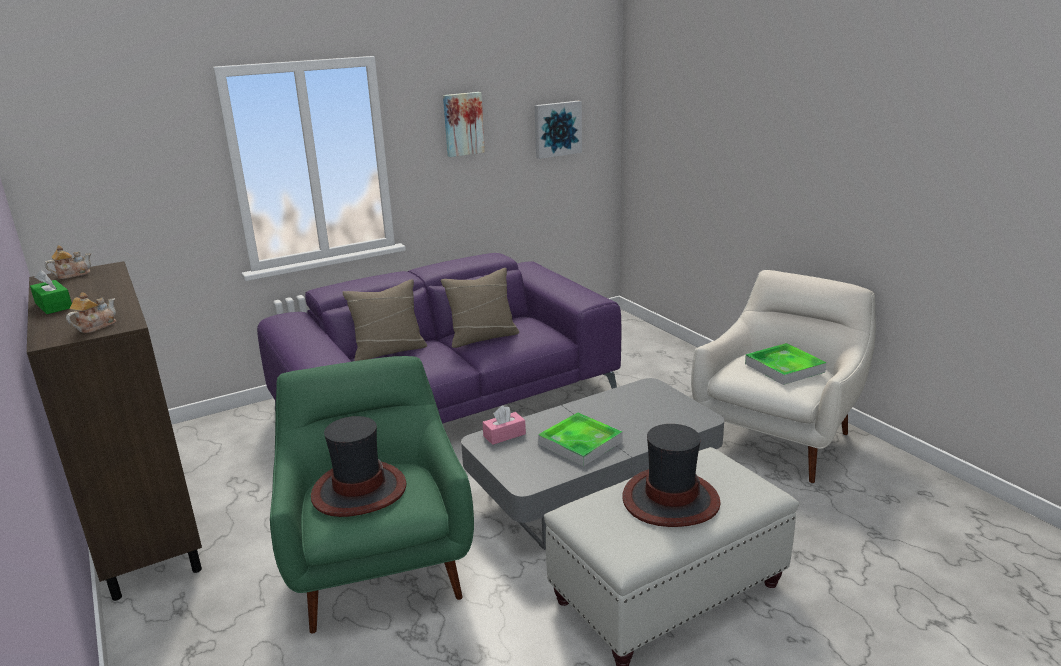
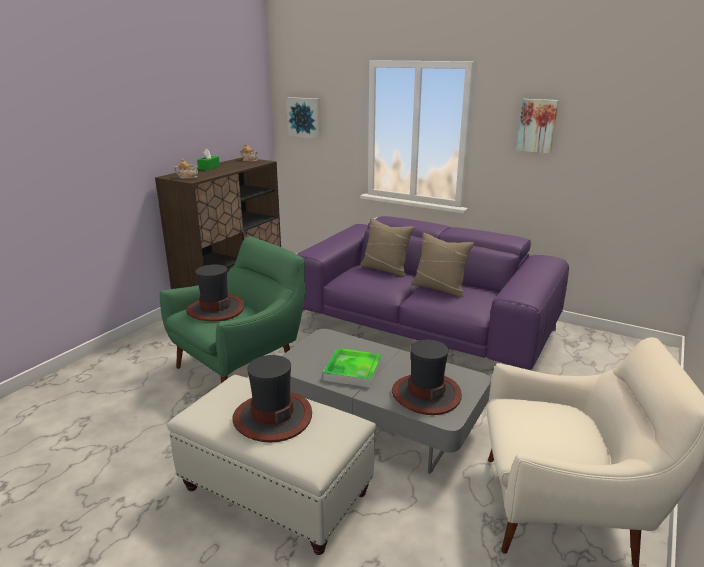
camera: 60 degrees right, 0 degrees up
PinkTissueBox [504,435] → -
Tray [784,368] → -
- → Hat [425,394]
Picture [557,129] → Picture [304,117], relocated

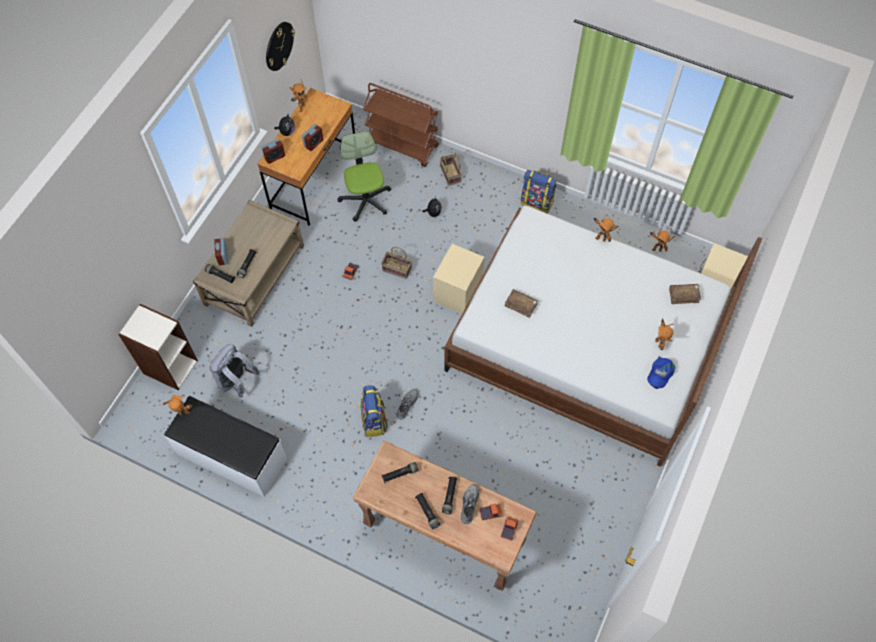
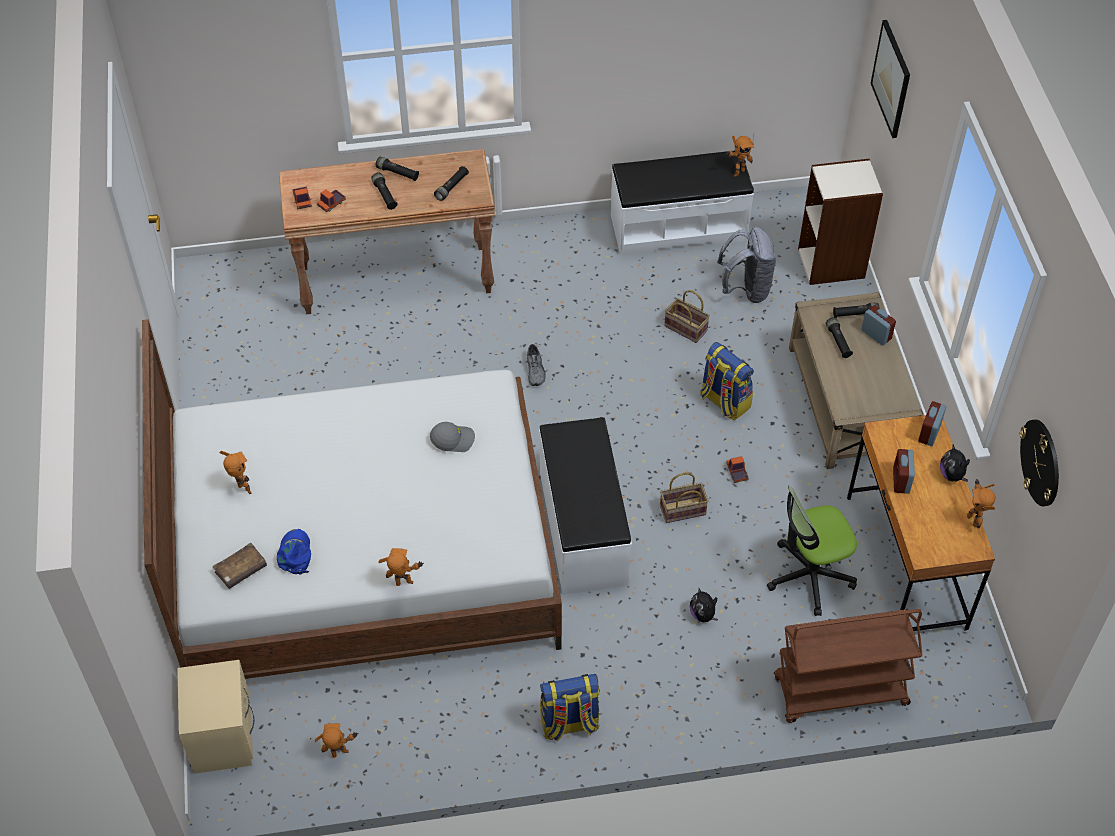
camera: 145 degrees right, 10 degrees down
GreyShoe [468,504] → -
- → Picture [891,78]
Backpack [374,420] → Backpack [724,401], relocated
Basket [449,174] → Basket [687,328], relocated
BlueCap [660,373] → BlueCap [295,554], relocated
BeigeNightstand [457,291] → WhiteBench [581,528]
BrownBook [521,305] → GreyCap [453,439]
OfficeChair [365,200] → OfficeChair [809,576], 120 degrees clockwise

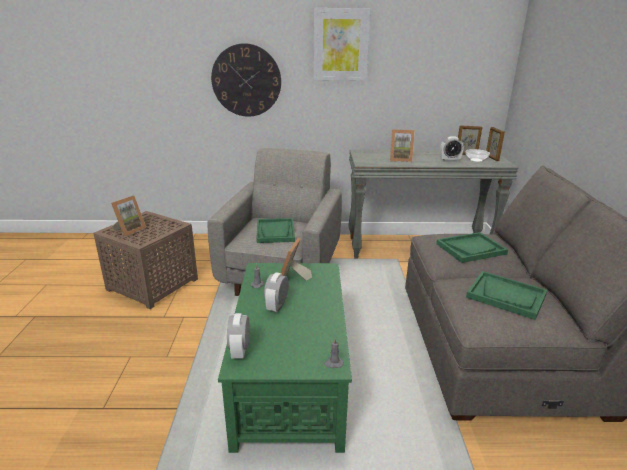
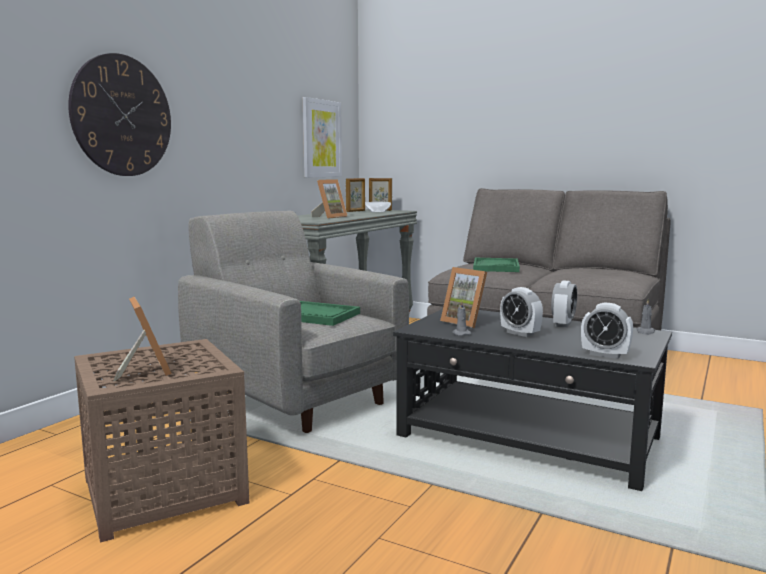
camera: 60 degrees left, 15 degrees down
GreenTray [506,296] → -
Picture [340,45] → Picture [321,139], relocated
AlarmClock [449,160] → AlarmClock [563,324], relocated
GreenCoffeeTable [290,379] → BlackCoffeeTable [529,437]

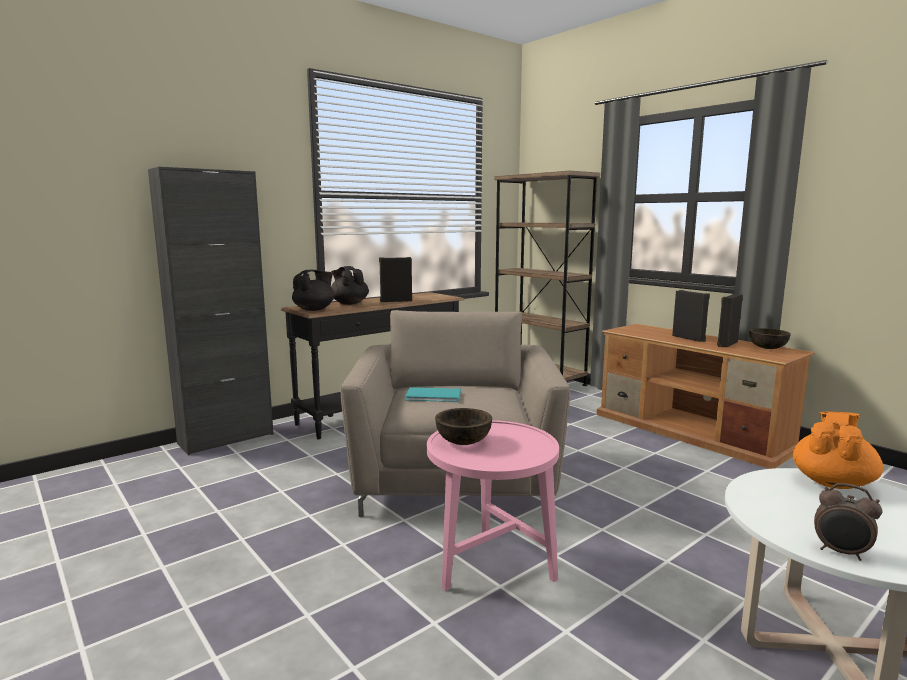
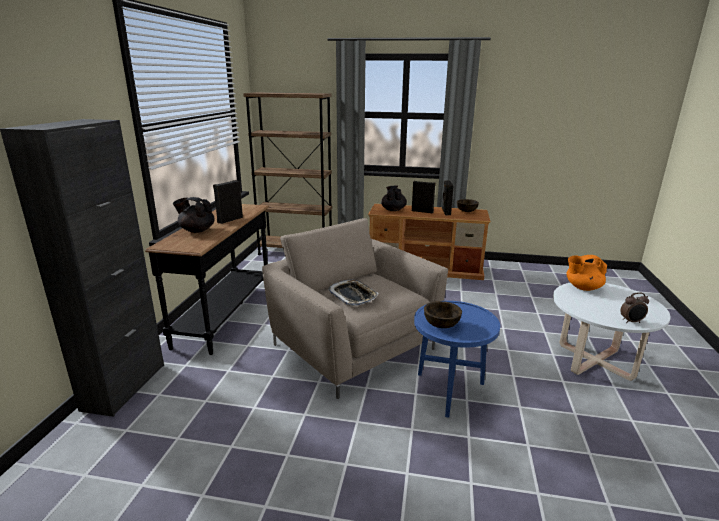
camera: 40 degrees left, 10 degrees up
BlackTeapot [314,309] → BlackTeapot [393,210], relocated
TurquoiseBook [434,396] → Tray [353,296]
PinkSideTable [490,567] → BlueSideTable [449,392]
OrangeTeapot [832,482] → OrangeTeapot [582,287], 90 degrees counterclockwise

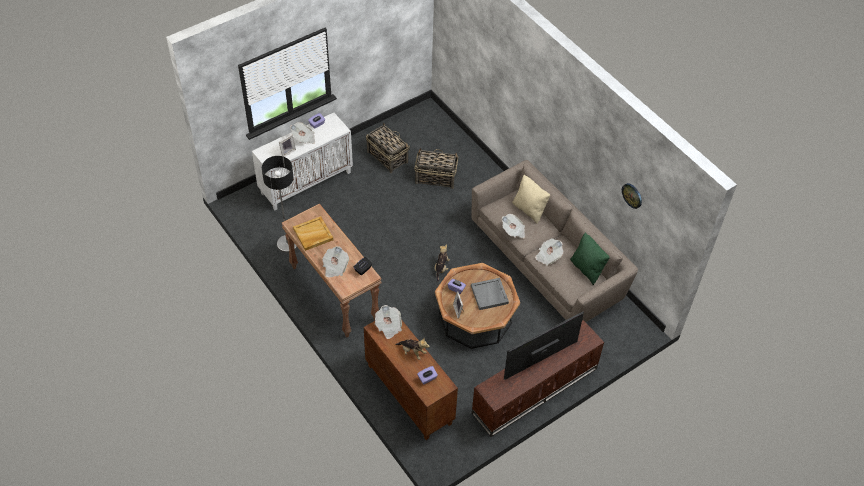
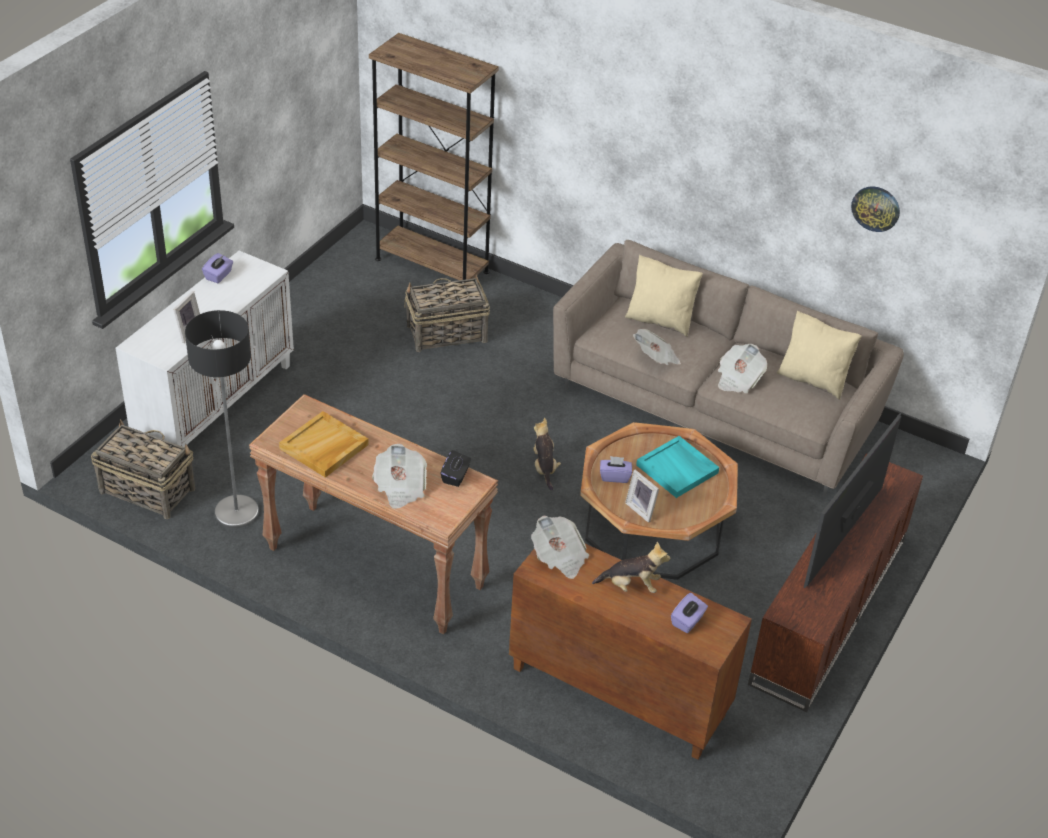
camera: 25 degrees left, 10 degrees down
Newspaper [304,138] → -
- → BrownBookcase [432,265]
Basket [387,156] → Basket [146,490], relocated
GreyTray [489,295] → TurquoiseTray [678,469]
GreenPillow [587,269] → BeigePillow [813,379]

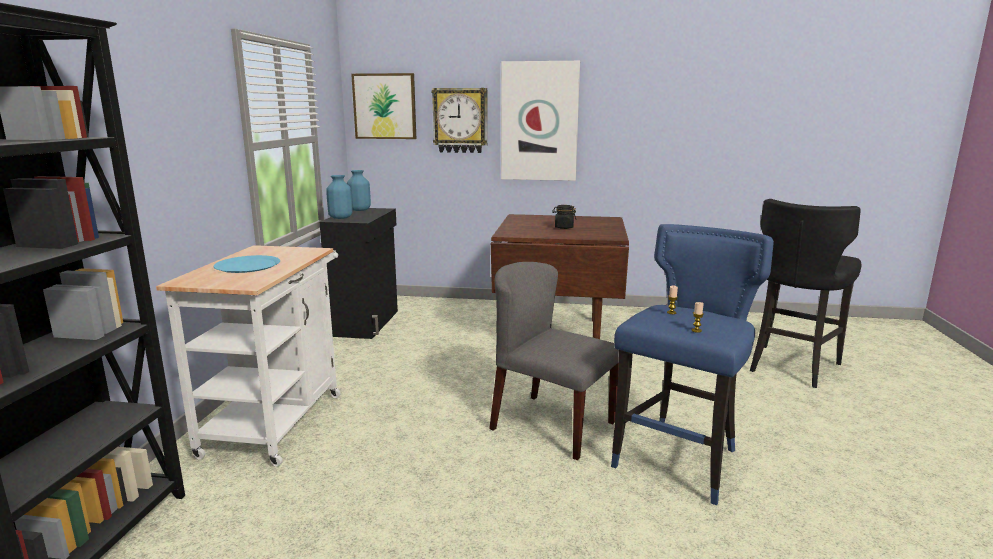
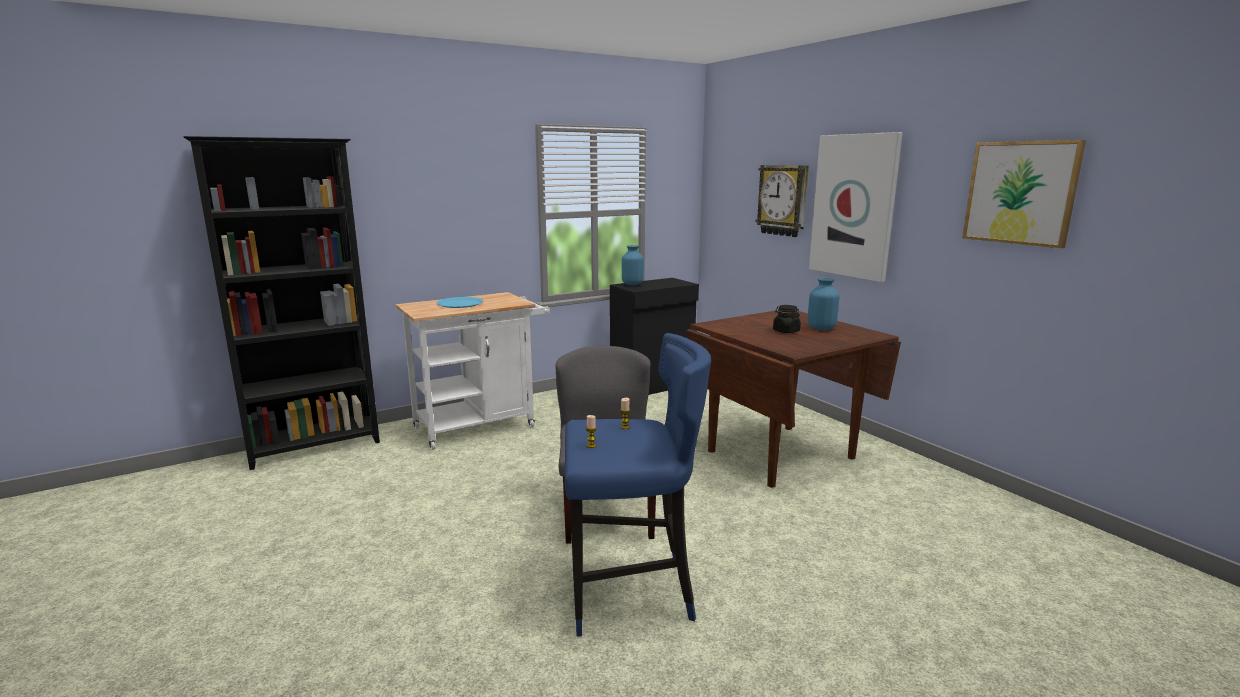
camera: 50 degrees right, 0 degrees up
BlackStool [791,366] → -
BlueVase [359,210] → BlueVase [821,328], relocated
Picture [384,106] → Picture [1020,193], relocated

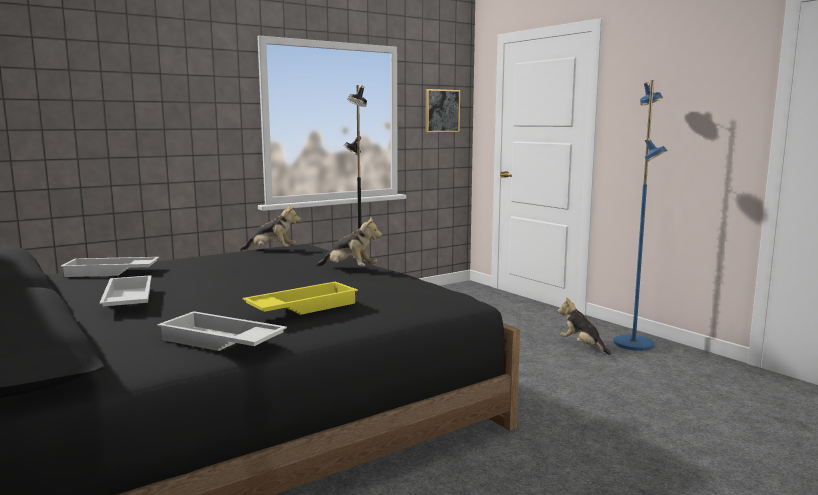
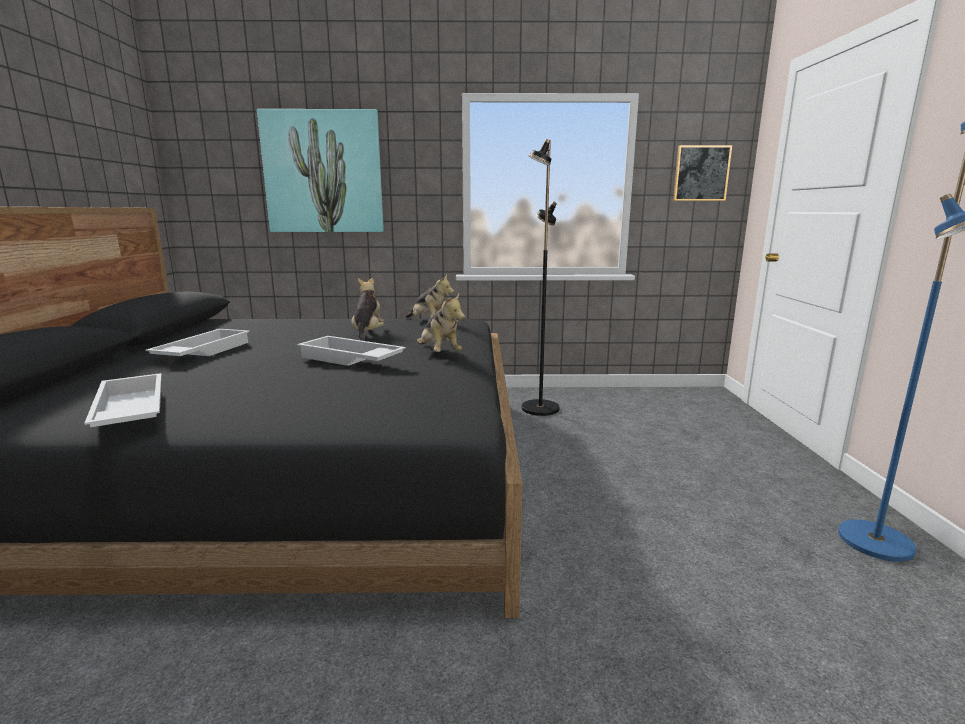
camera: 35 degrees right, 5 degrees up
YellowTray [302,307] → -
- → Picture [323,172]
WhiteTray [111,272] → WhiteTray [349,359], relocated
PlushToy [582,346] → PlushToy [368,333], relocated

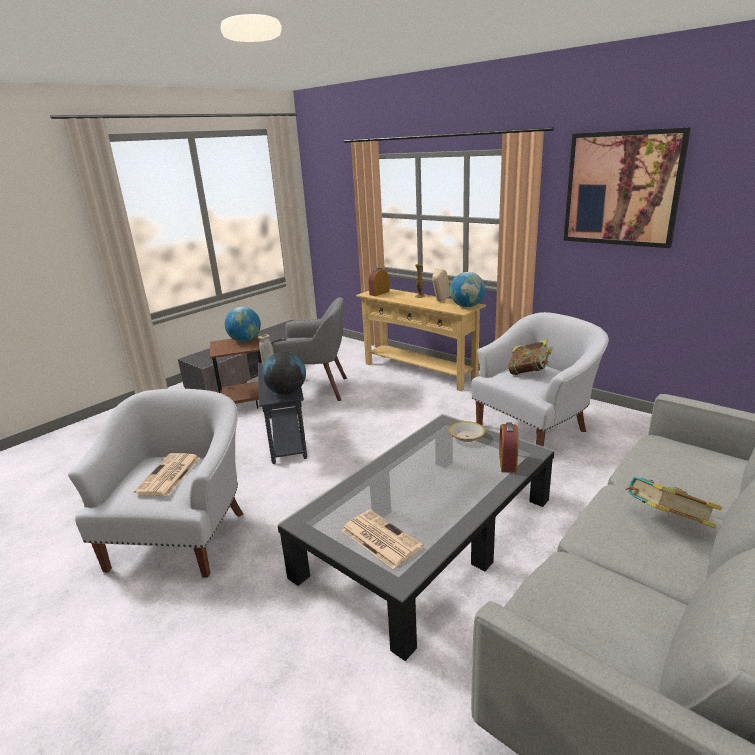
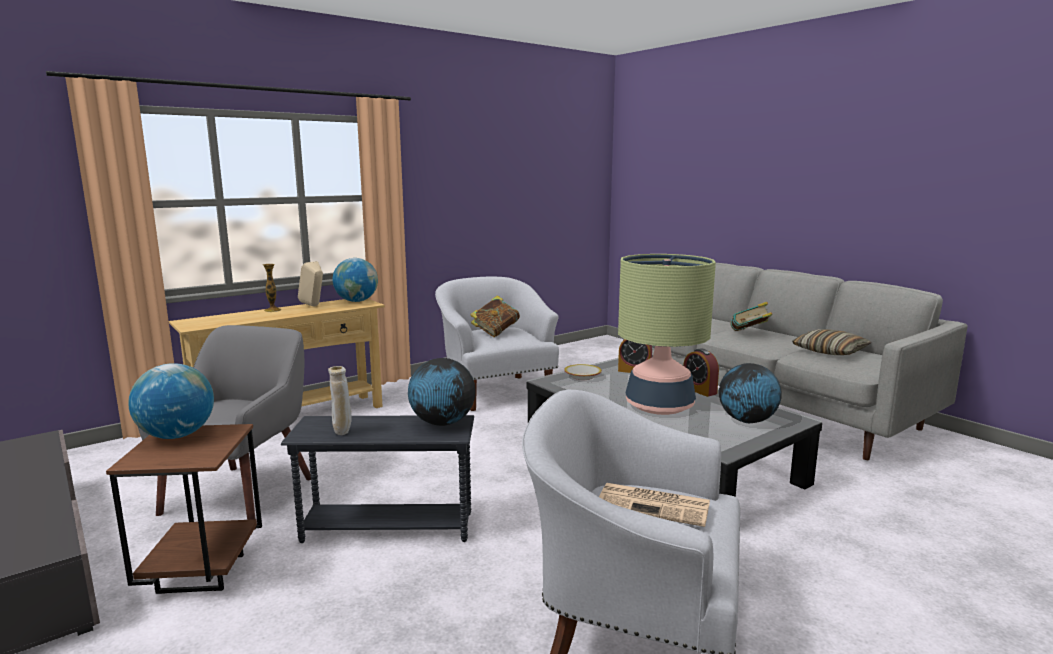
camera: 80 degrees left, 10 degrees down
Picture [621,189] → -
- → TableLamp [659,406]
- → Pillow [830,351]
AlarmClock [379,293] → AlarmClock [699,390], relocated
Newspaper [379,538] → Globe [747,421]

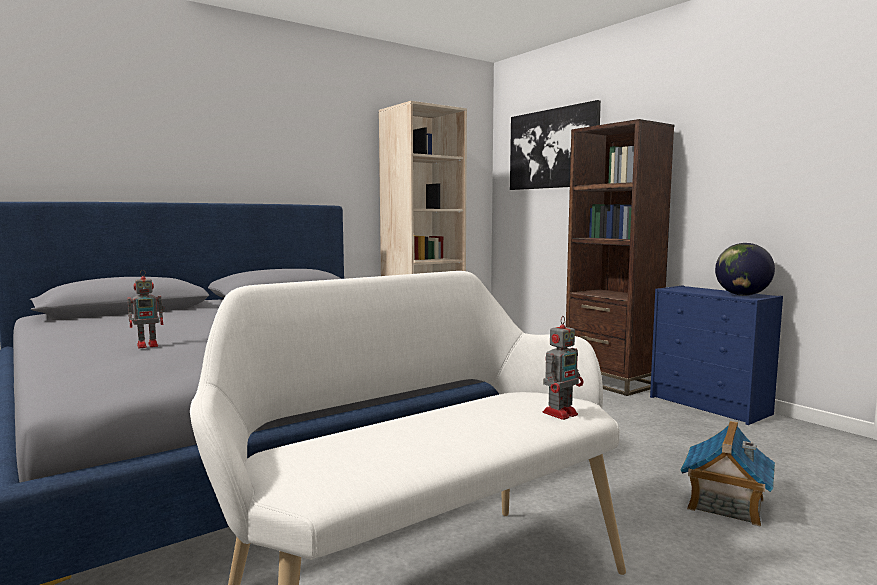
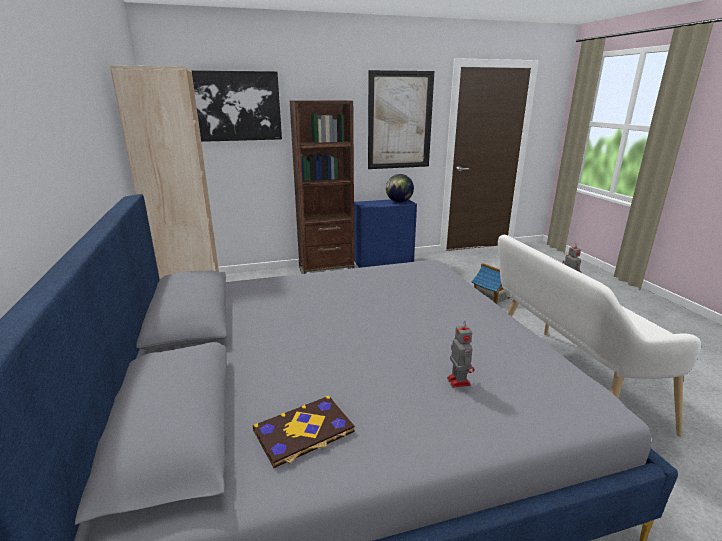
camera: 70 degrees left, 15 degrees up
- → Book [304,432]
- → Picture [400,121]

